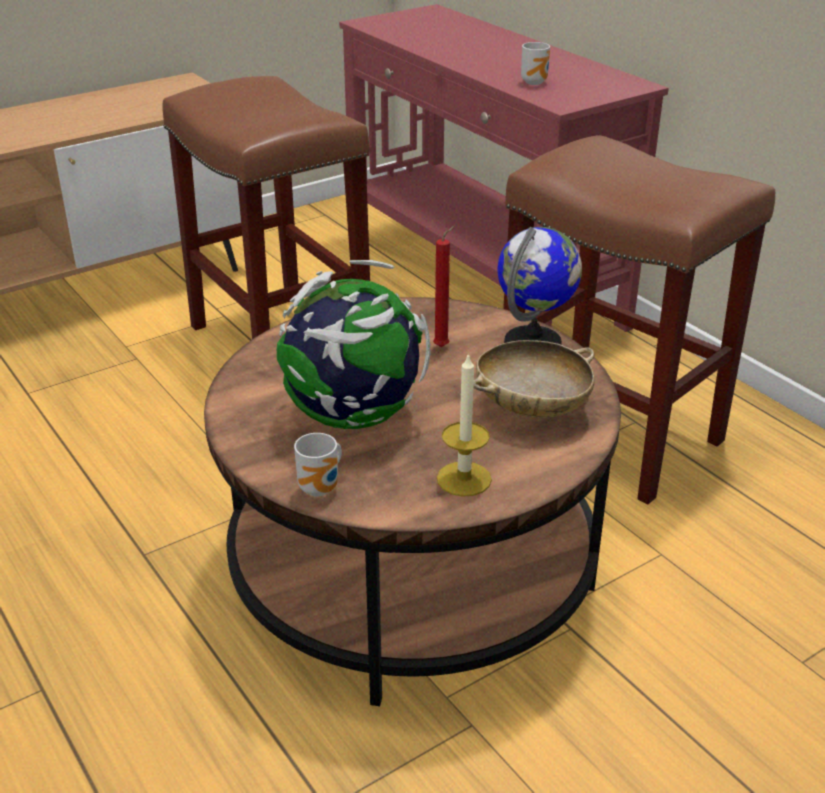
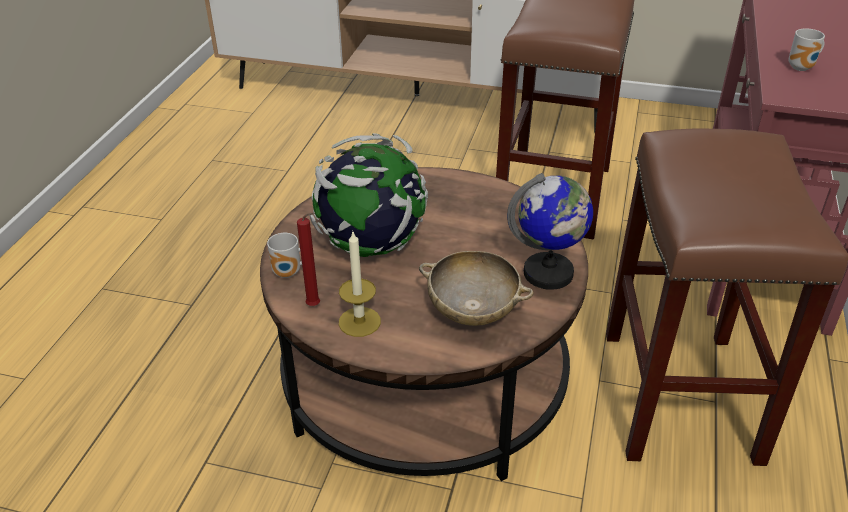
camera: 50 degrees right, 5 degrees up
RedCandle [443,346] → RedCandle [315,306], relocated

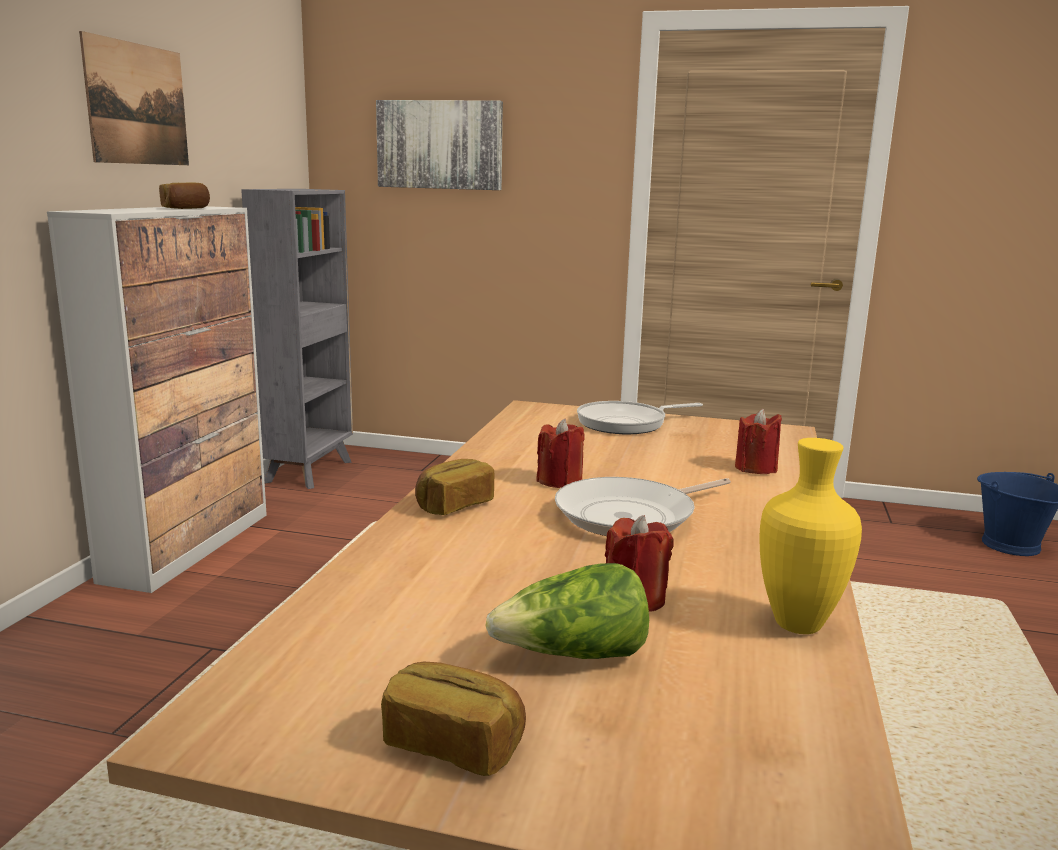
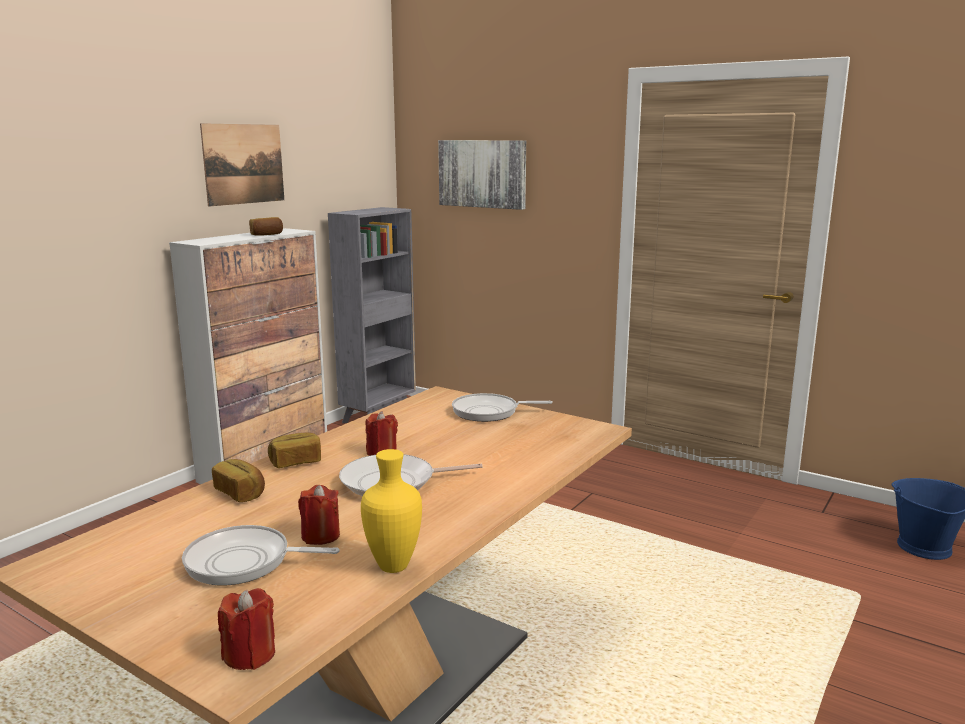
camera: 20 degrees right, 0 degrees up
Bread [454,744] → Bread [241,493], relocated
RedCandle [755,468] → RedCandle [250,655], relocated
Lettuce [573,656] → FryingPan [244,562]

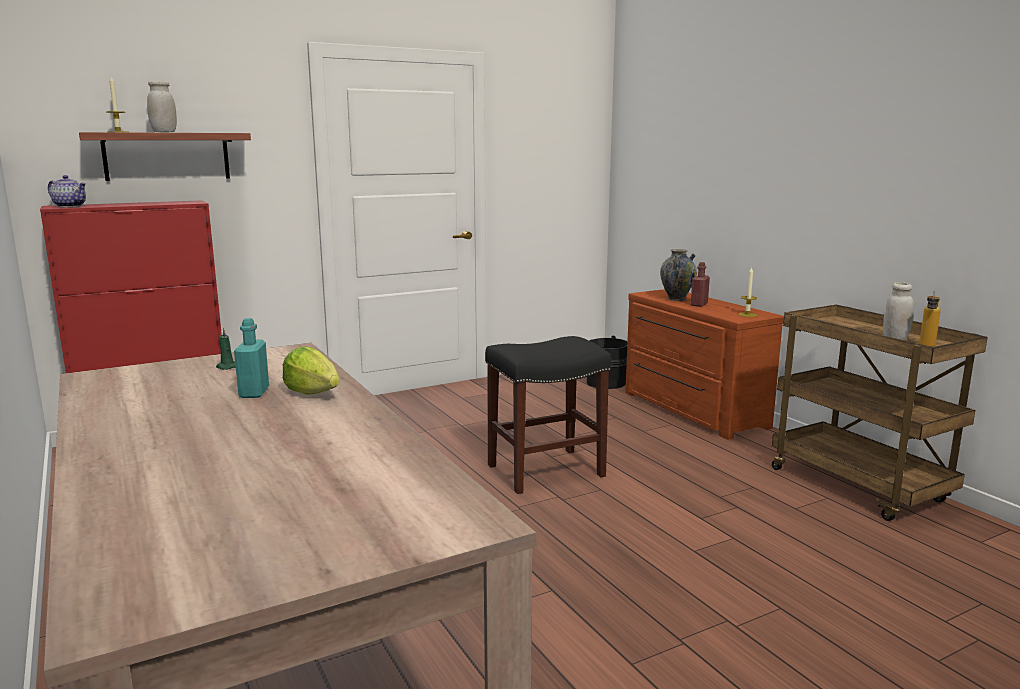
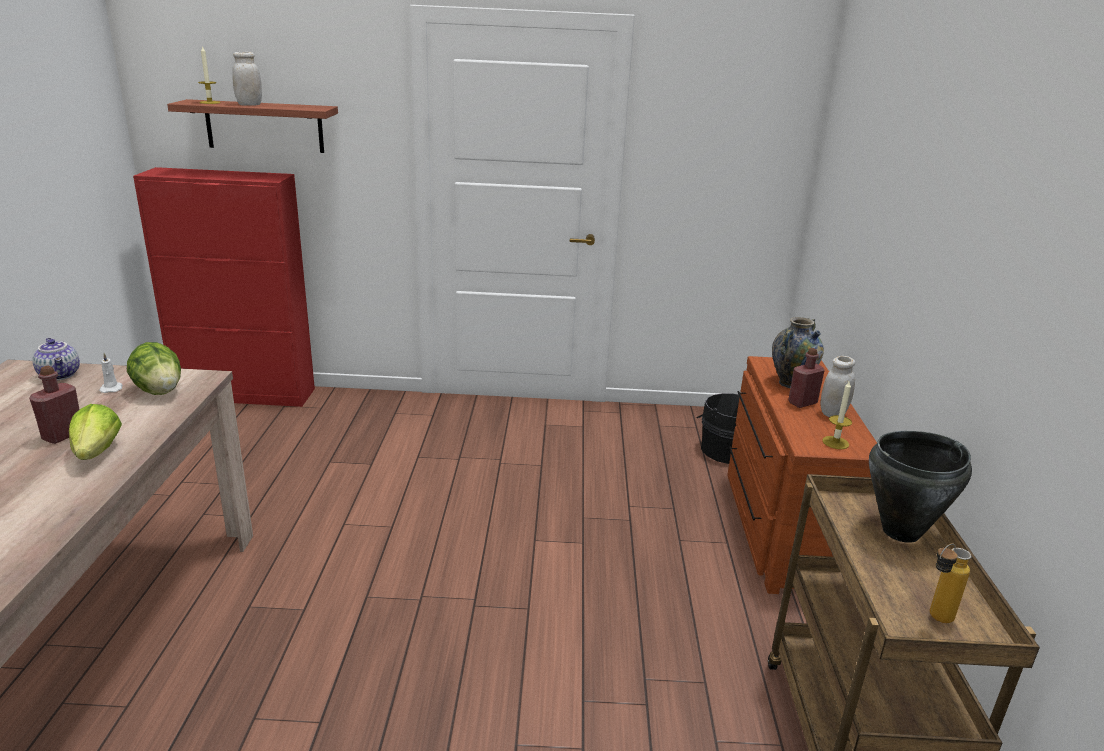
camera: 30 degrees right, 10 degrees up
BlackStool [546,470] → -
- → Lettuce [159,391]
- → BlackCookingPot [902,532]
Teapot [70,206] → Teapot [61,375], relocated
WhiteJar [895,338] → WhiteJar [833,413], relocated
GreenCandle [226,367] → WhiteCandle [112,388]
TurquoiseBottle [254,393] → RedBottle [63,435]

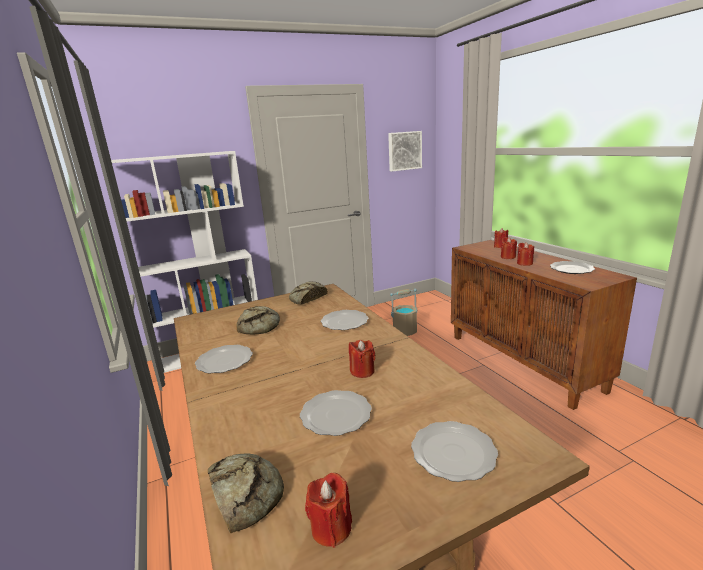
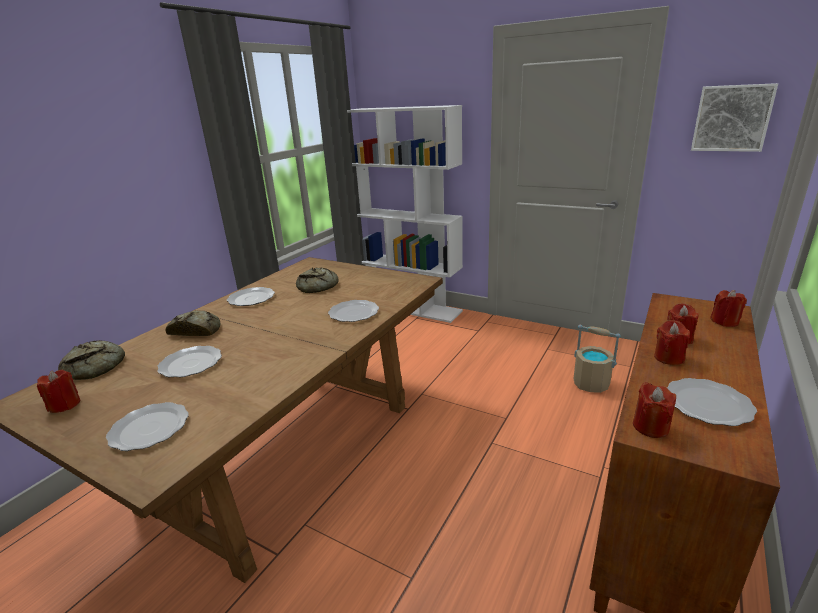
camera: 55 degrees right, 5 degrees up
Bread [307,298] → Bread [196,330], relocated
RedCandle [362,371] → RedCandle [650,427], relocated

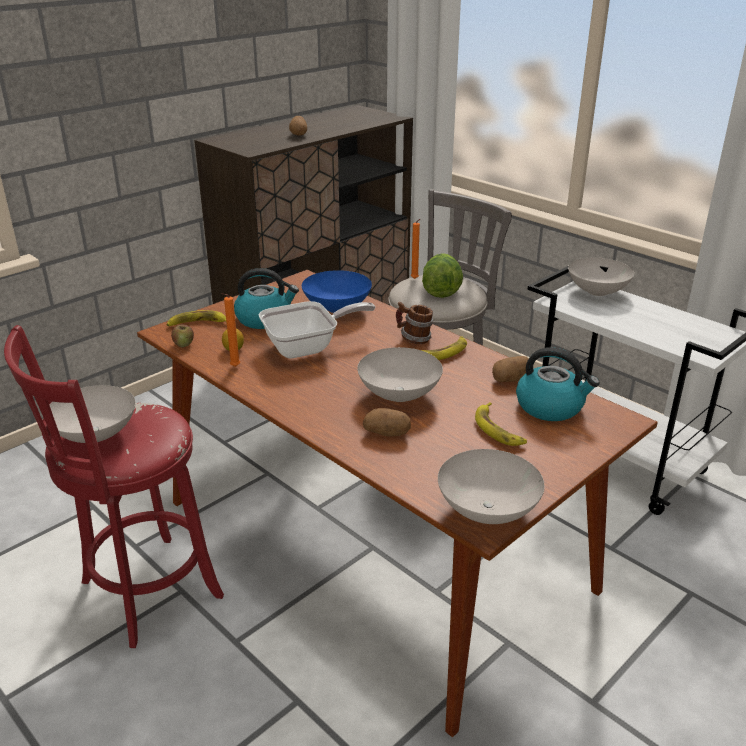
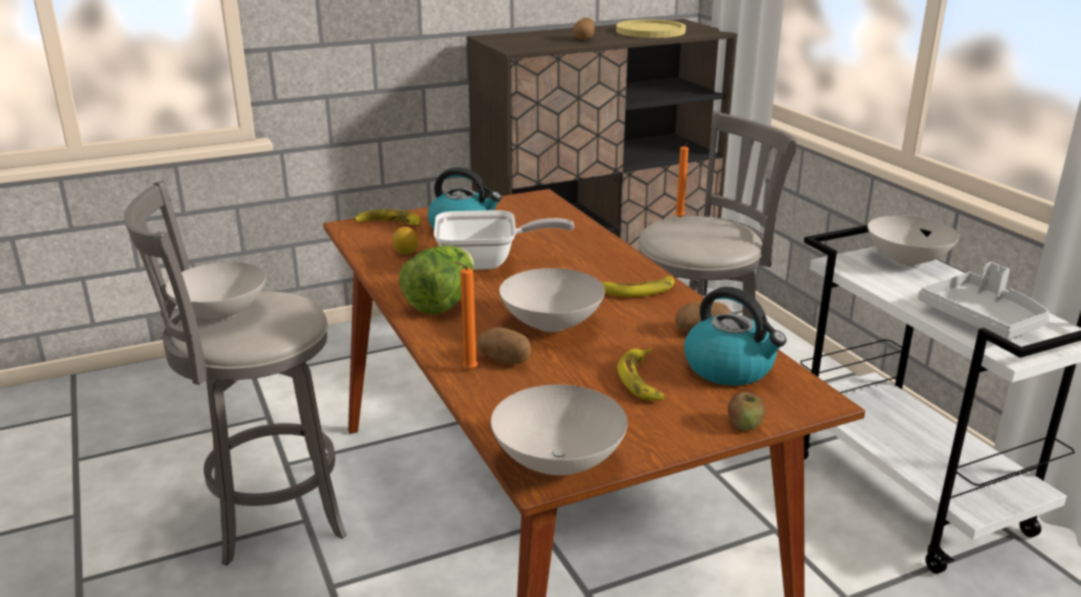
camera: 20 degrees right, 5 degrees down
BlueBowl [336,308] → -
Mug [414,339] → -
- → YellowPlate [650,31]
- → GreyTray [982,319]
Apple [183,344] → Apple [745,424], relocated
OrangeCandle [234,367] → OrangeCandle [468,370], relocated
Lettuce [441,290] → Lettuce [441,303], relocated
RedStool [144,593] → GreyStool [268,513]

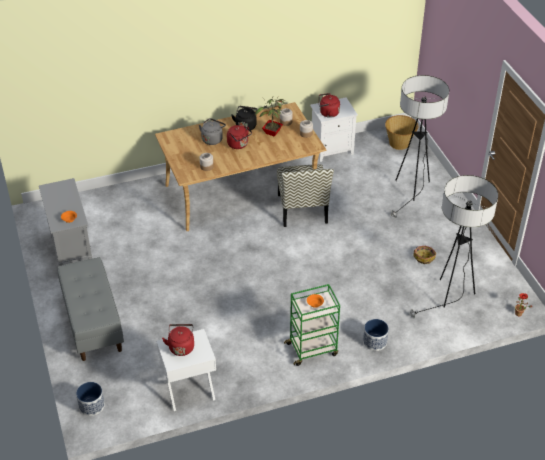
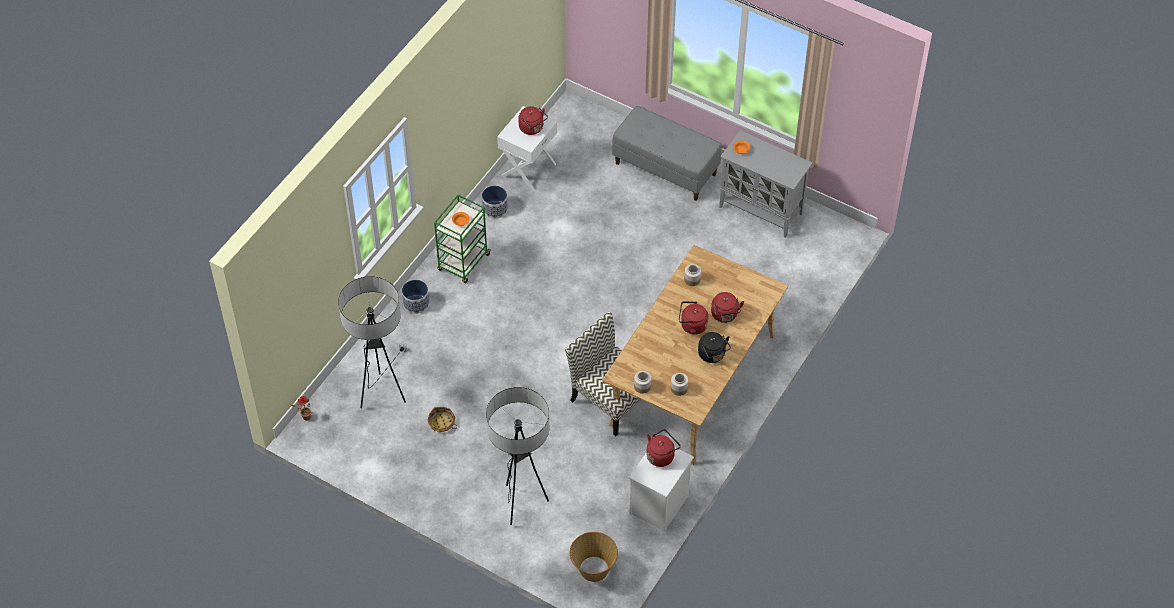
camera: 140 degrees right, 10 degrees up
PottedPlant [272,133] → -
Planter [91,406] → Planter [495,209], relocated
GreyKettle [212,139] → RedKettle [725,315]

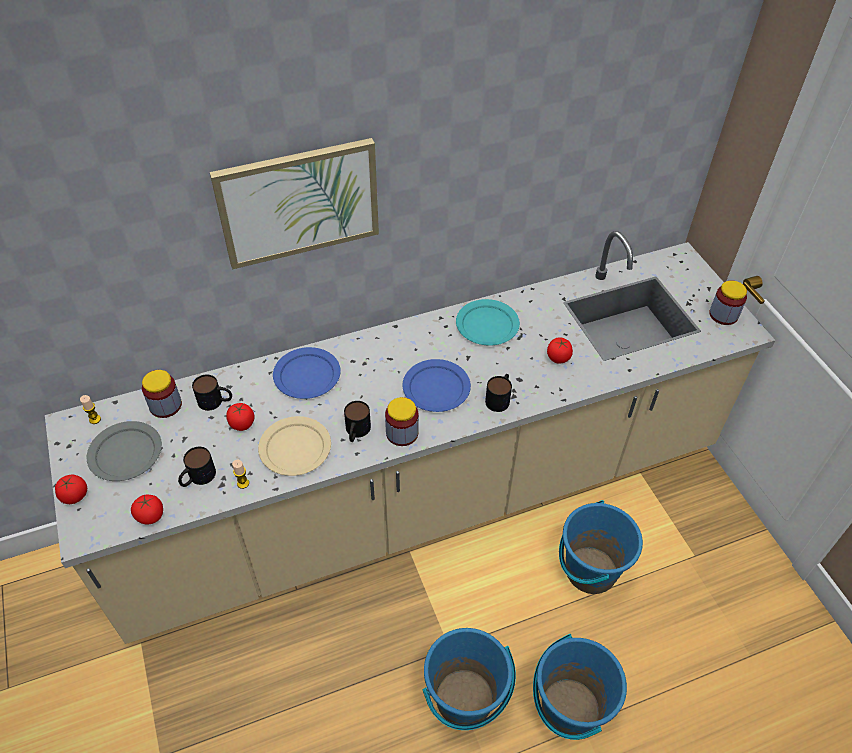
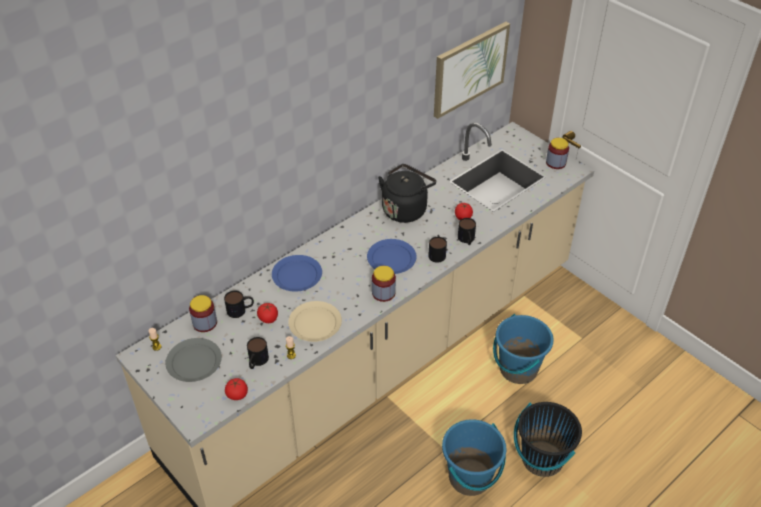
camera: 20 degrees left, 5 degrees down
Tomato [74,496] → -
Picture [299,202] → Picture [469,69], relocated
Mug [356,432] → Mug [467,240], relocated
TurquoisePlate [488,325] → BlackKettle [405,209]
BlueBucket [569,708] → BlackBucket [541,459]

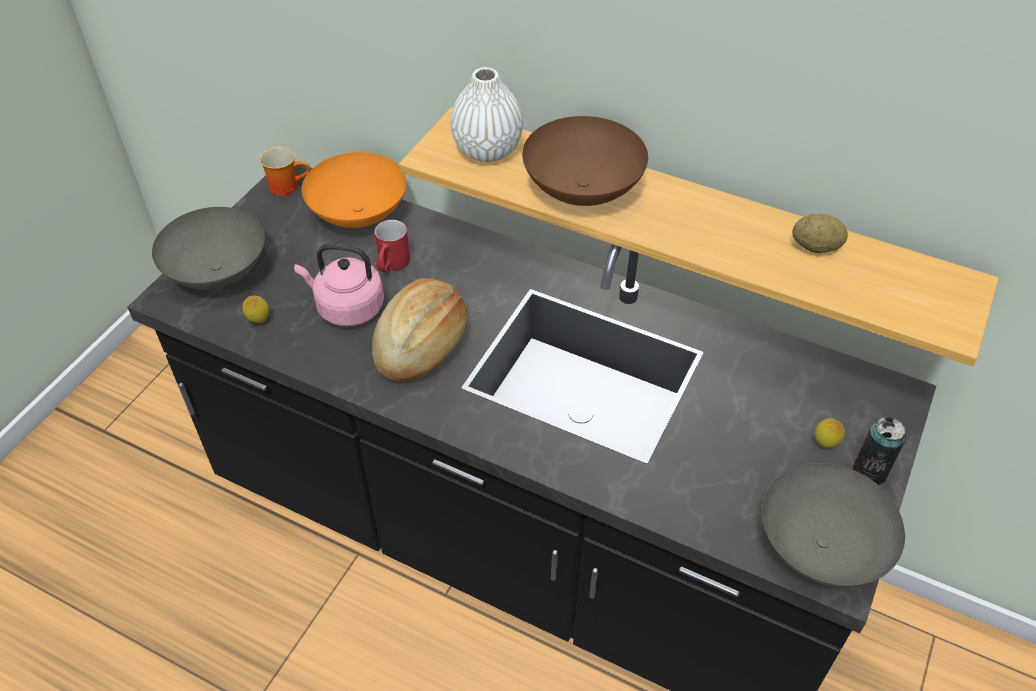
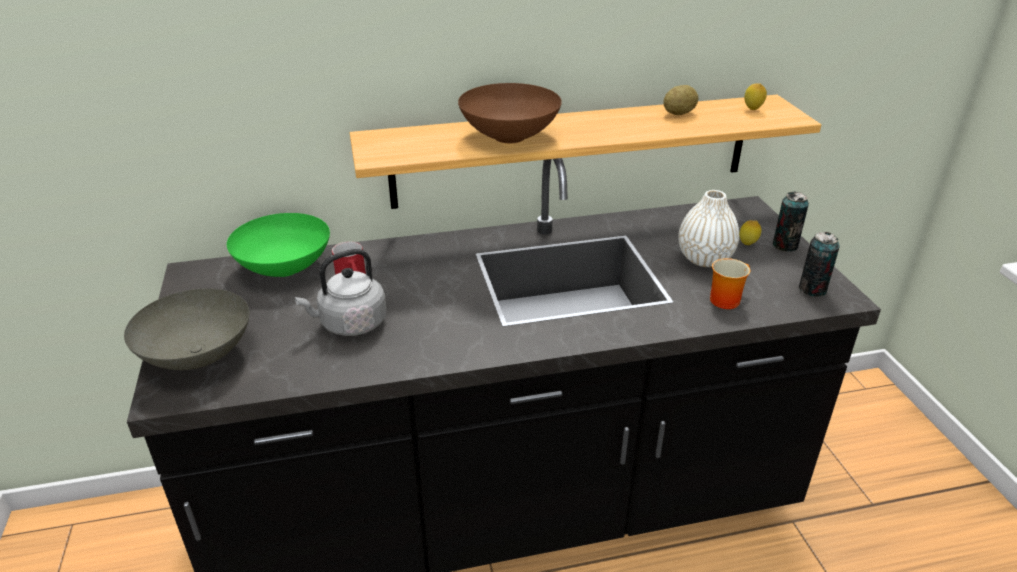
camera: 40 degrees left, 15 degrees down
Bread [422,344] → -
Lemon [259,321] → Lemon [752,110], relocated
Mug [287,185] → Mug [725,298], relocated
WhiteVase [487,150] → WhiteVase [704,259], relocated
GreyBowl [818,546] → Can [812,289]
PinkKettle [347,308] → GreyKettle [350,324]
OrangeBowl [360,214] → GreenBowl [286,268]

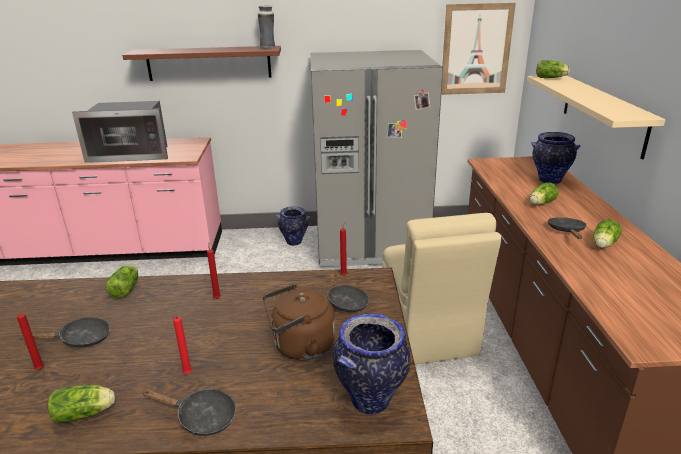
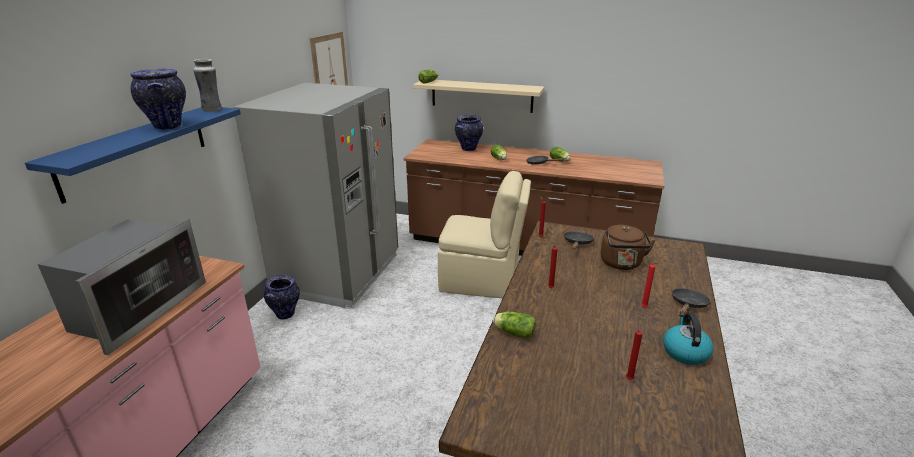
camera: 70 degrees left, 0 degrees up
BlackFryingPan [80,339] → -
Vase [371,400] → Vase [167,126], relocated
Lettuce [86,413] → Kettle [685,351]
BrownShelf [209,63] → BlueShelf [136,150]

